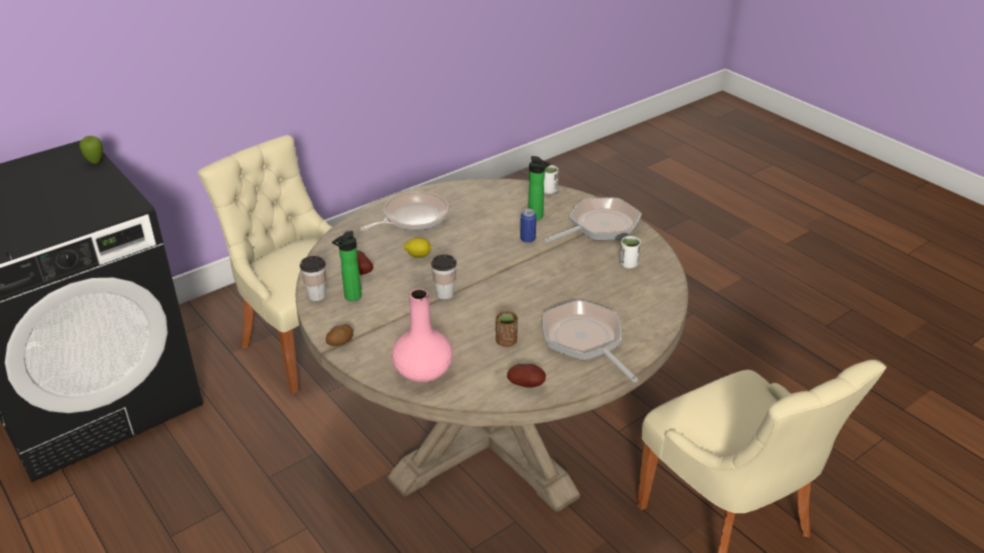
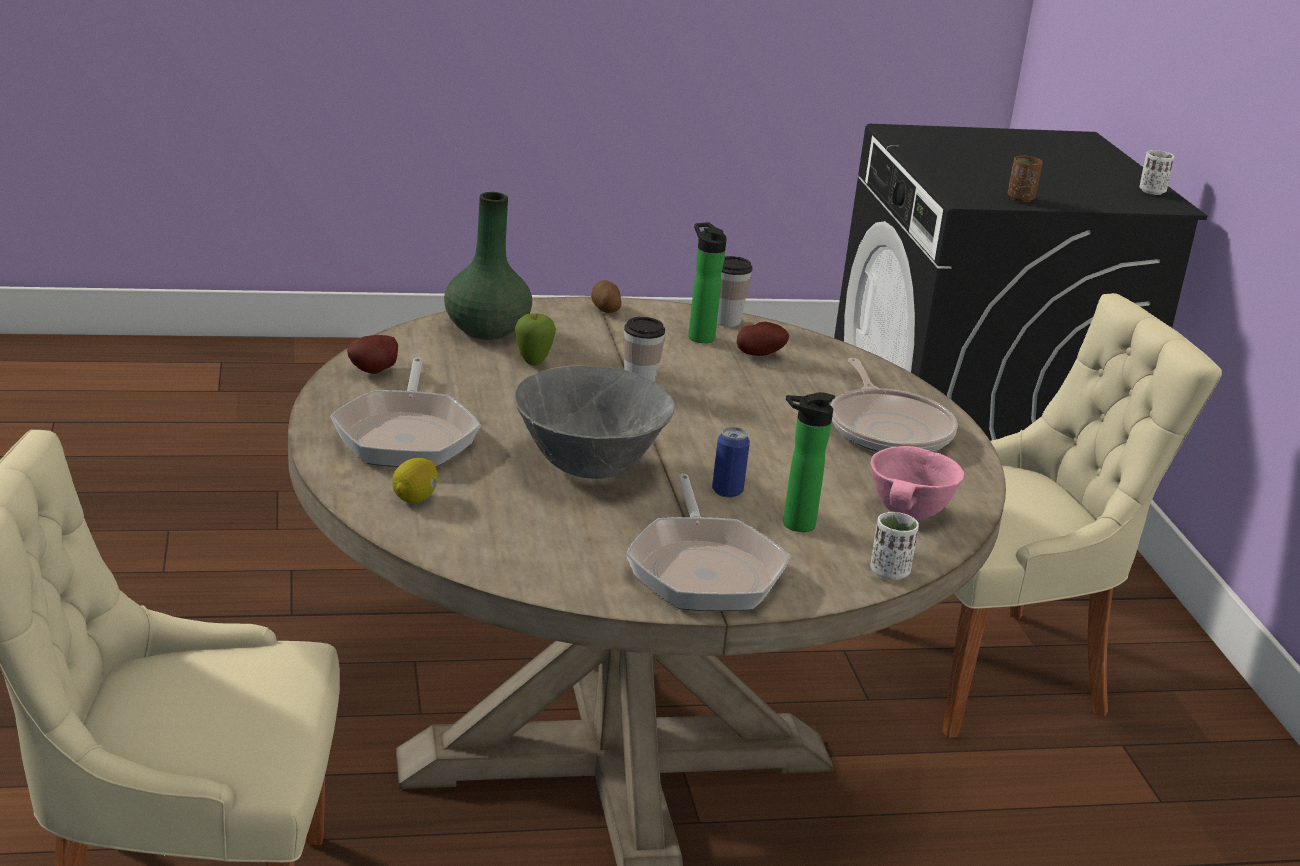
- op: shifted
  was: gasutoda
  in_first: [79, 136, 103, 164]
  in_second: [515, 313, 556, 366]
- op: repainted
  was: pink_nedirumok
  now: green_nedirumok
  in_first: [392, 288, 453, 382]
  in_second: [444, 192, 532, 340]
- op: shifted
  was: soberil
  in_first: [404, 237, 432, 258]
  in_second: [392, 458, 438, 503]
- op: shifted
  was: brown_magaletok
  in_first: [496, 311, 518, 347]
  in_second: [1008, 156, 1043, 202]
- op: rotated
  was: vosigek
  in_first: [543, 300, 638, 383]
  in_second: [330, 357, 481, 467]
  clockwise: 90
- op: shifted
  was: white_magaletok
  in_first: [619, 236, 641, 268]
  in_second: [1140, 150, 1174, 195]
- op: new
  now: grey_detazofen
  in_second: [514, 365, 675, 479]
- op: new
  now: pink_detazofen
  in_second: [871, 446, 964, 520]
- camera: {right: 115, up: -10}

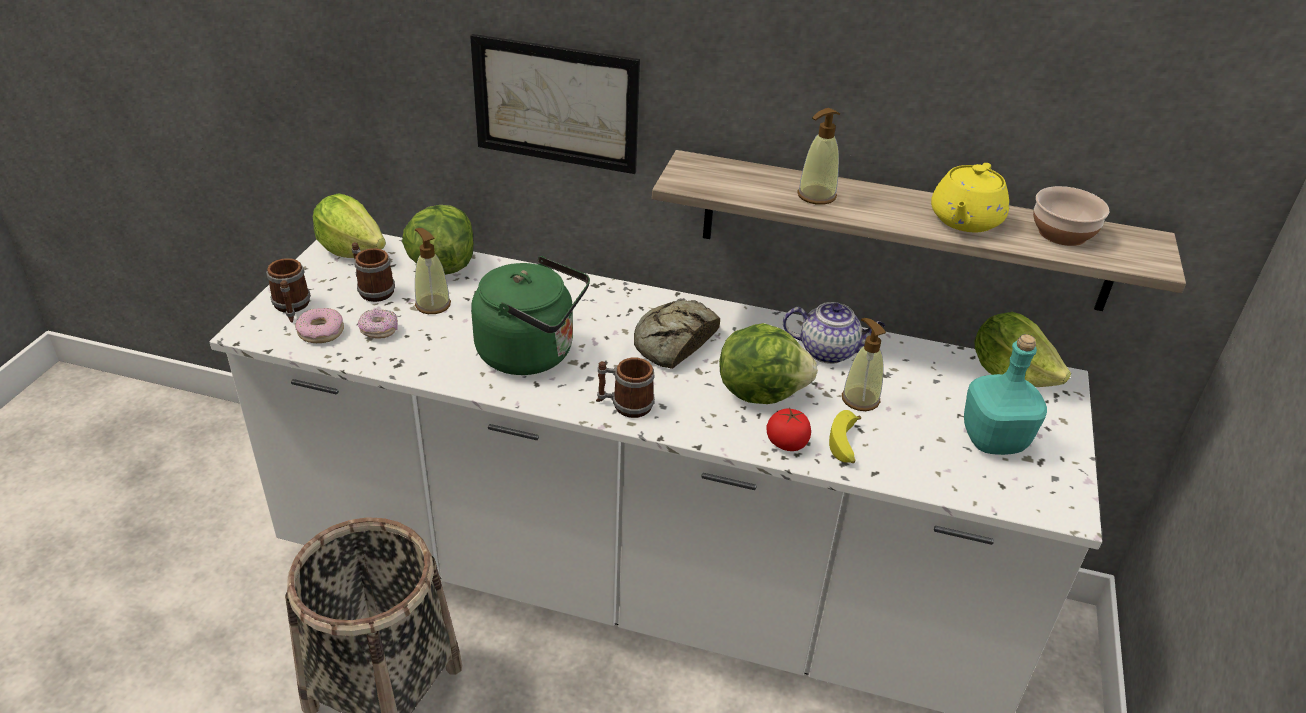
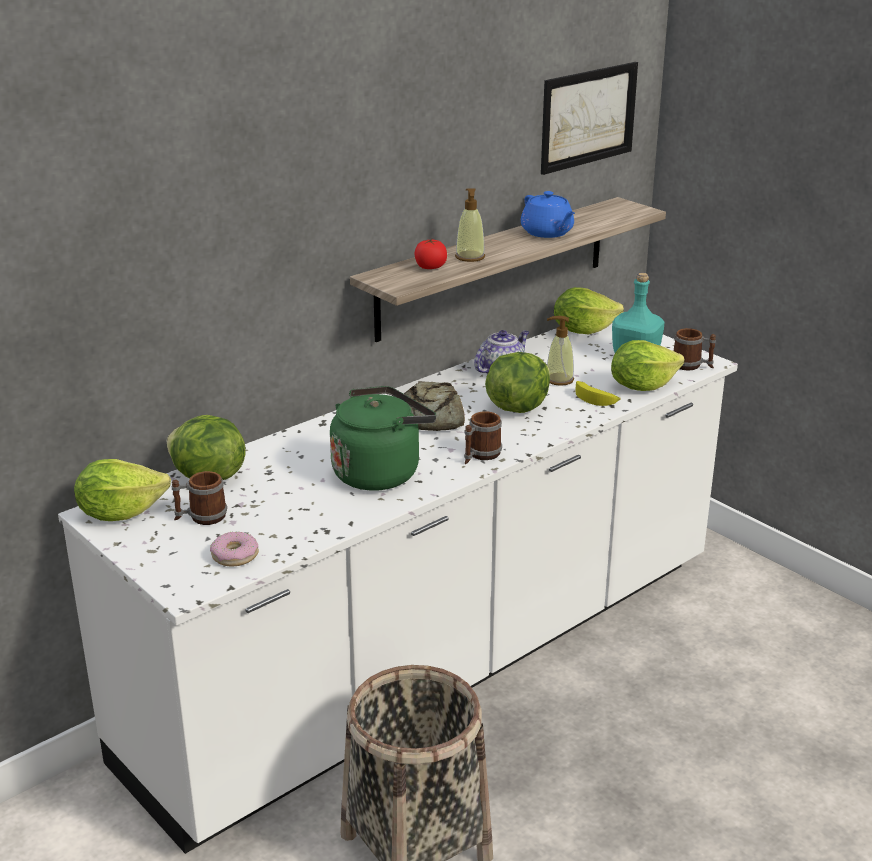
- op: shifted
  was: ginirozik
  in_first: [266, 258, 311, 323]
  in_second: [674, 328, 716, 370]
- op: gone
  was: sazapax
  in_first: [358, 309, 398, 338]
- op: gone
  was: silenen
  in_first: [415, 228, 451, 314]
- op: shifted
  was: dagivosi
  in_first: [470, 34, 640, 174]
  in_second: [541, 62, 638, 175]
- op: shifted
  was: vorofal
  in_first: [767, 408, 811, 451]
  in_second: [414, 239, 447, 269]
- op: repainted
  was: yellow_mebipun
  now: blue_mebipun
  in_first: [931, 163, 1009, 232]
  in_second: [521, 191, 575, 238]
- op: gone
  was: detazofen
  in_first: [1033, 186, 1110, 246]
- op: new
  now: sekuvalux
  in_second: [611, 340, 684, 391]
- camera: {right: -55, up: -10}

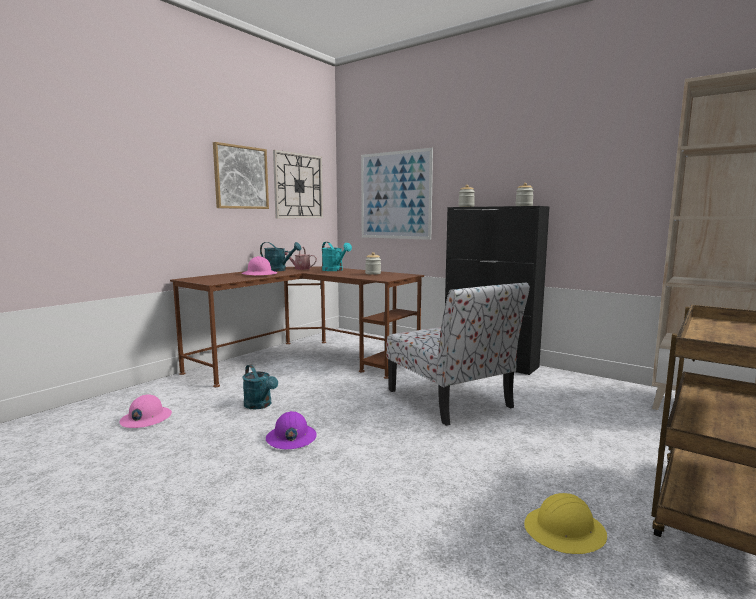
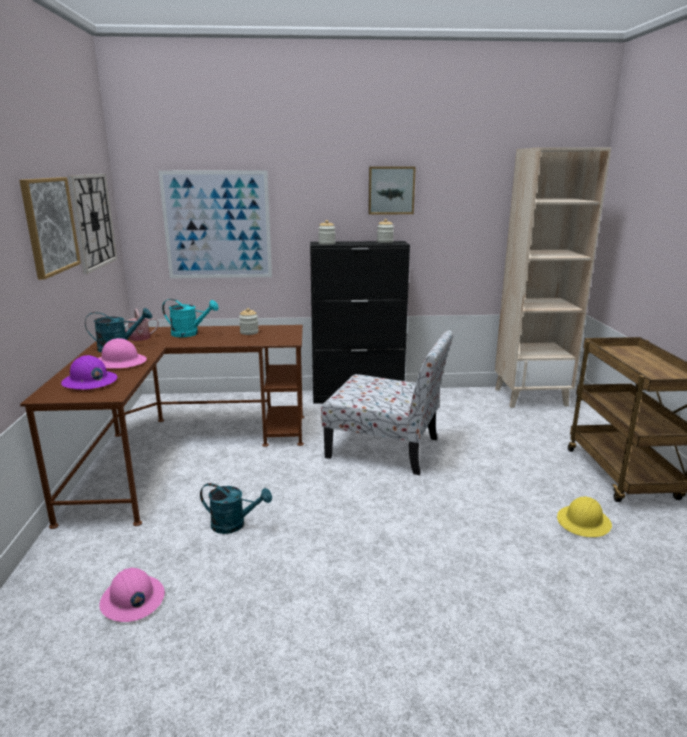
- op: shifted
  was: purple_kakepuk
  in_first: [266, 411, 317, 449]
  in_second: [61, 355, 118, 390]
- op: new
  now: dagivosi
  in_second: [368, 167, 416, 215]
- camera: {right: -40, up: 10}

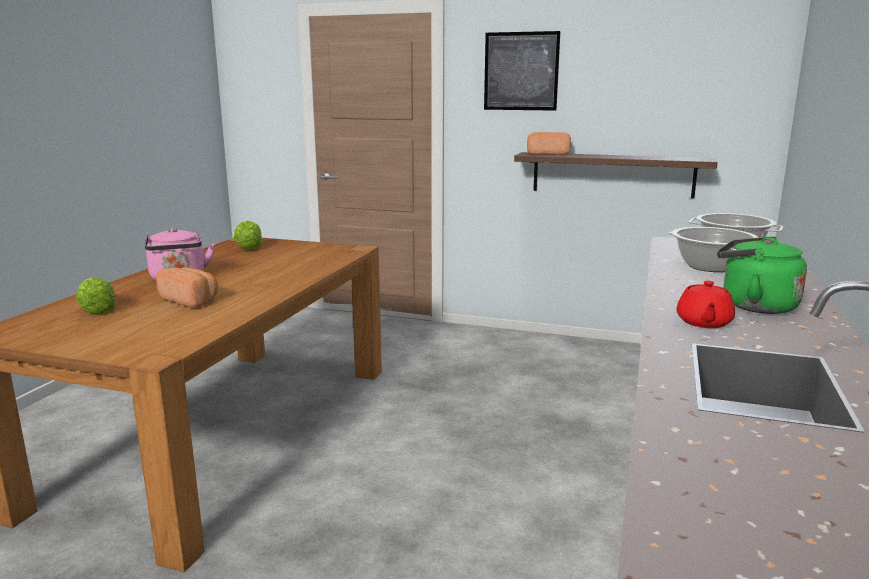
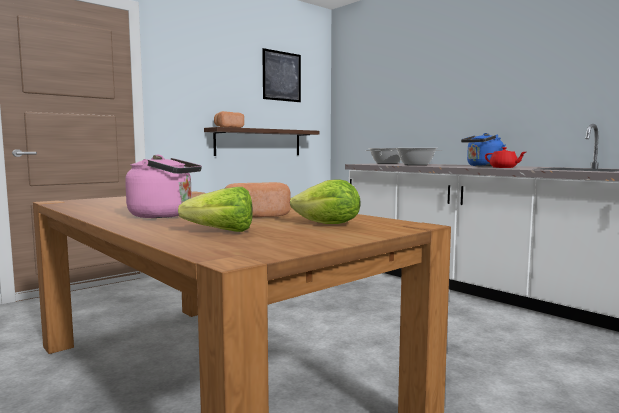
- op: shifted
  was: sekuvalux
  in_first: [234, 221, 263, 249]
  in_second: [290, 179, 361, 224]
- op: shifted
  was: dagivosi
  in_first: [484, 31, 561, 111]
  in_second: [262, 48, 301, 102]
- op: repainted
  was: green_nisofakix
  now: blue_nisofakix
  in_first: [717, 236, 807, 314]
  in_second: [461, 133, 505, 167]
- camera: {right: -60, up: -10}

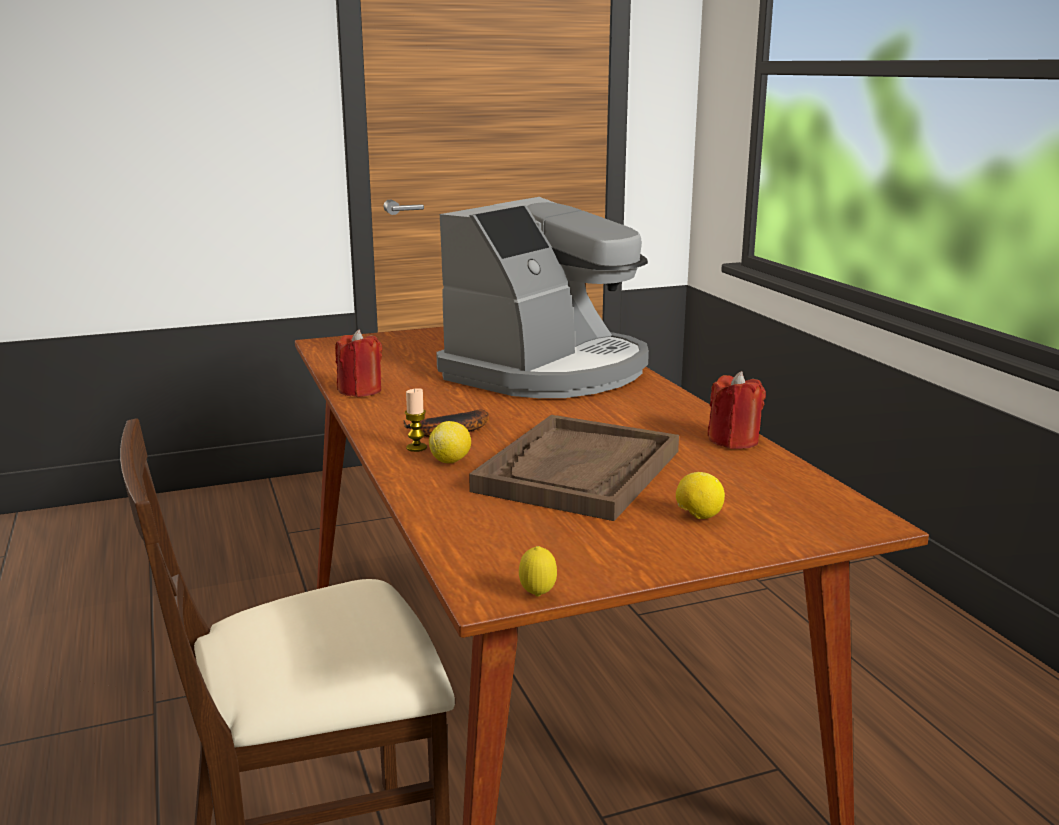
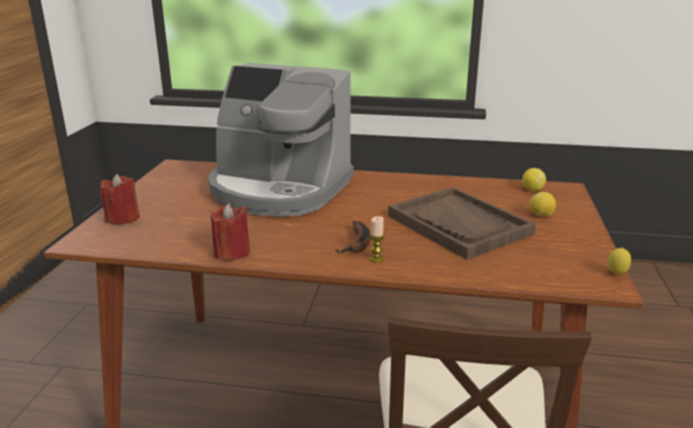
- op: shifted
  was: soberil
  in_first: [429, 421, 471, 463]
  in_second: [522, 168, 546, 191]
- op: rotated
  was: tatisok
  in_first: [436, 197, 649, 398]
  in_second: [208, 63, 354, 217]
  clockwise: 135
- op: shifted
  was: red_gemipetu
  in_first: [707, 371, 766, 449]
  in_second: [100, 174, 140, 225]
- camera: {right: -60, up: 5}

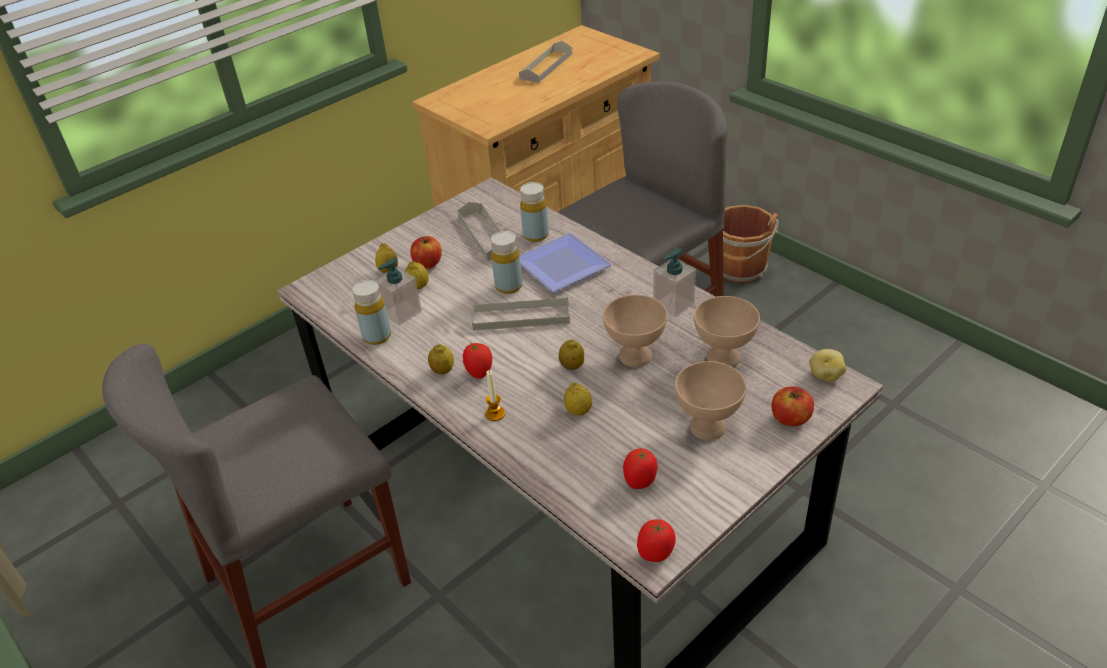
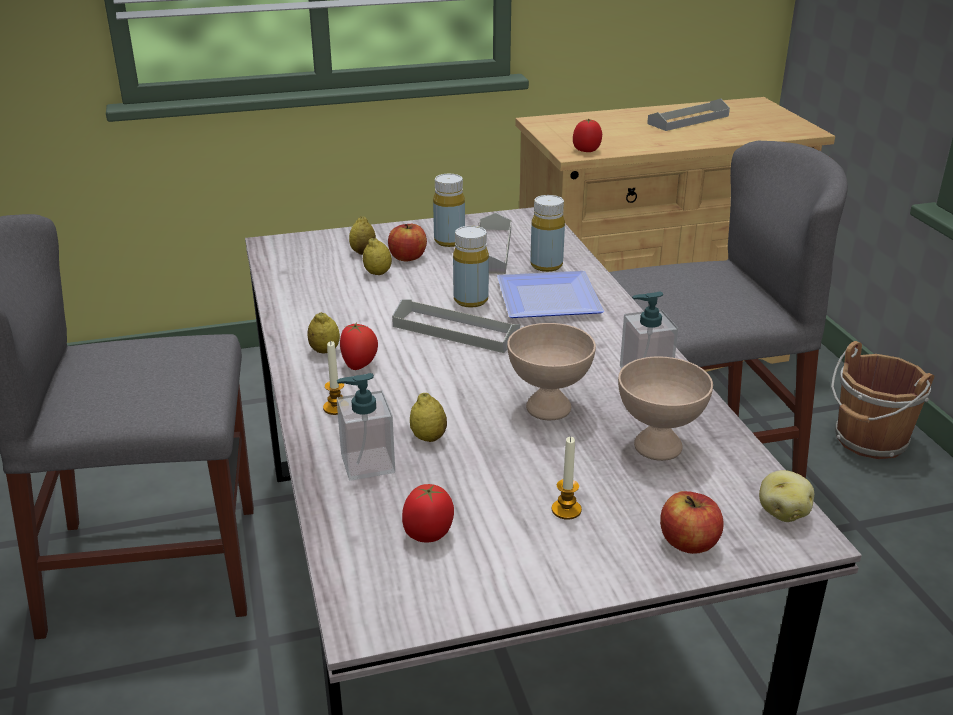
- op: shifted
  was: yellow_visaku
  in_first: [352, 280, 391, 345]
  in_second: [433, 174, 465, 247]
- op: shifted
  was: silenen
  in_first: [374, 257, 422, 325]
  in_second: [337, 373, 395, 481]
- op: gone
  was: soberil
  in_first: [559, 339, 584, 370]
- op: shifted
  was: vorofal
  in_first: [637, 519, 676, 562]
  in_second: [573, 119, 602, 152]
- op: swapped
  was: beige_detazofen
  now: gemipetu
  in_first: [675, 361, 746, 440]
  in_second: [552, 437, 582, 520]
- camera: {right: 25, up: -10}

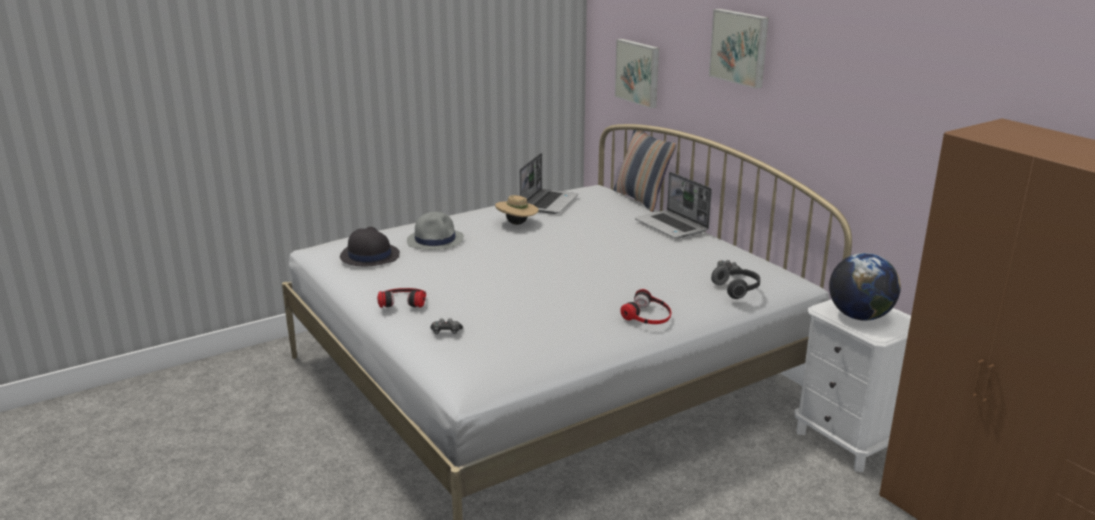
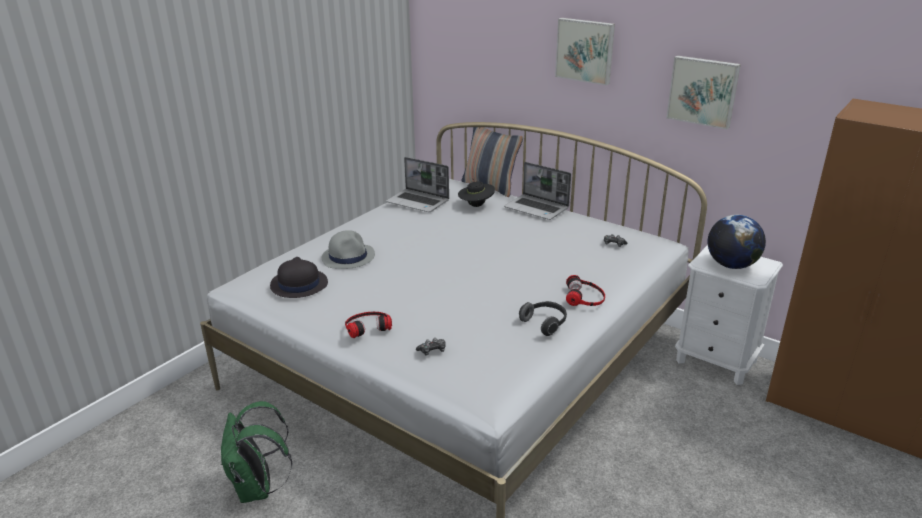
- op: gone
  was: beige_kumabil
  in_first: [495, 195, 539, 225]
- op: rotated
  was: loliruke
  in_first: [520, 153, 579, 214]
  in_second: [386, 157, 449, 212]
  clockwise: 120
- op: shifted
  was: dagivosi
  in_first: [615, 39, 659, 108]
  in_second: [666, 56, 741, 129]
- op: shifted
  was: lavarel
  in_first: [711, 265, 760, 299]
  in_second: [519, 301, 567, 336]
- op: new
  now: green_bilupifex
  in_second: [221, 401, 292, 503]
- op: new
  now: black_kumabil
  in_second: [458, 179, 495, 207]
- camera: {right: -20, up: 5}

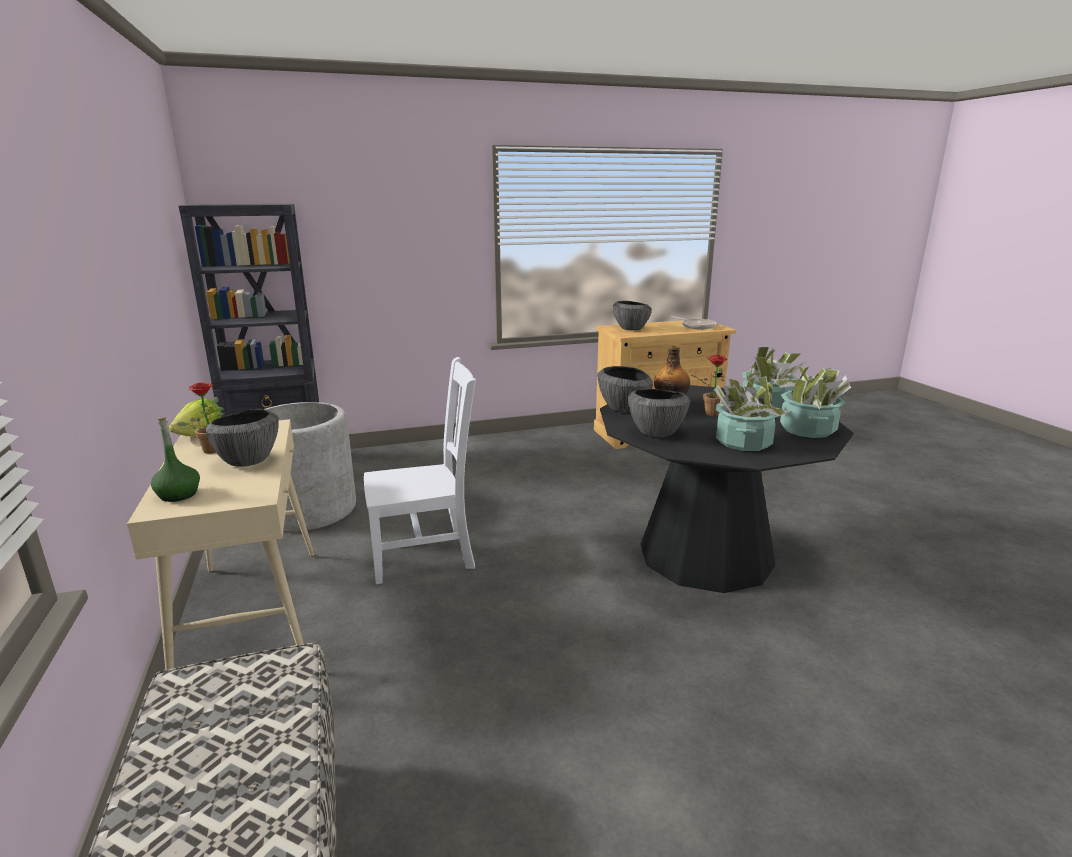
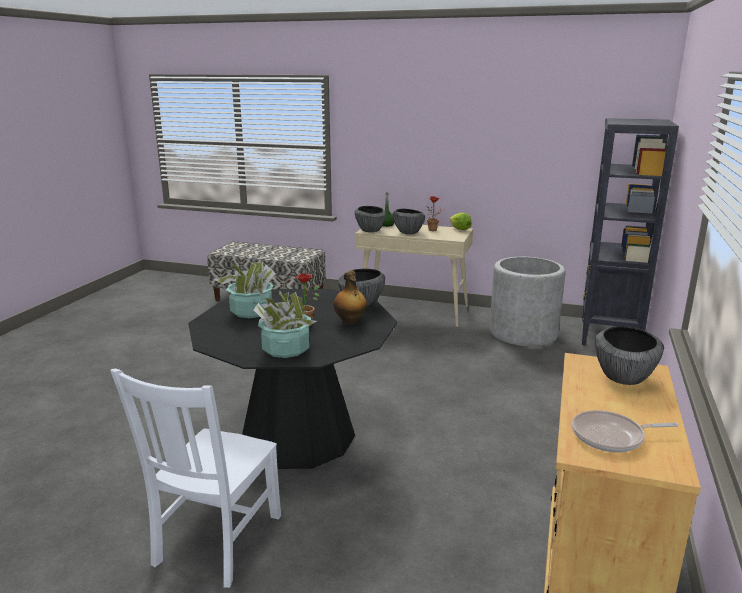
- op: shifted
  was: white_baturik
  in_first: [364, 357, 476, 584]
  in_second: [110, 369, 281, 588]
- op: shifted
  was: detazofen
  in_first: [628, 389, 691, 437]
  in_second: [355, 206, 386, 232]
- op: gone
  was: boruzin
  in_first: [771, 365, 851, 438]
- camera: {right: 125, up: 0}

